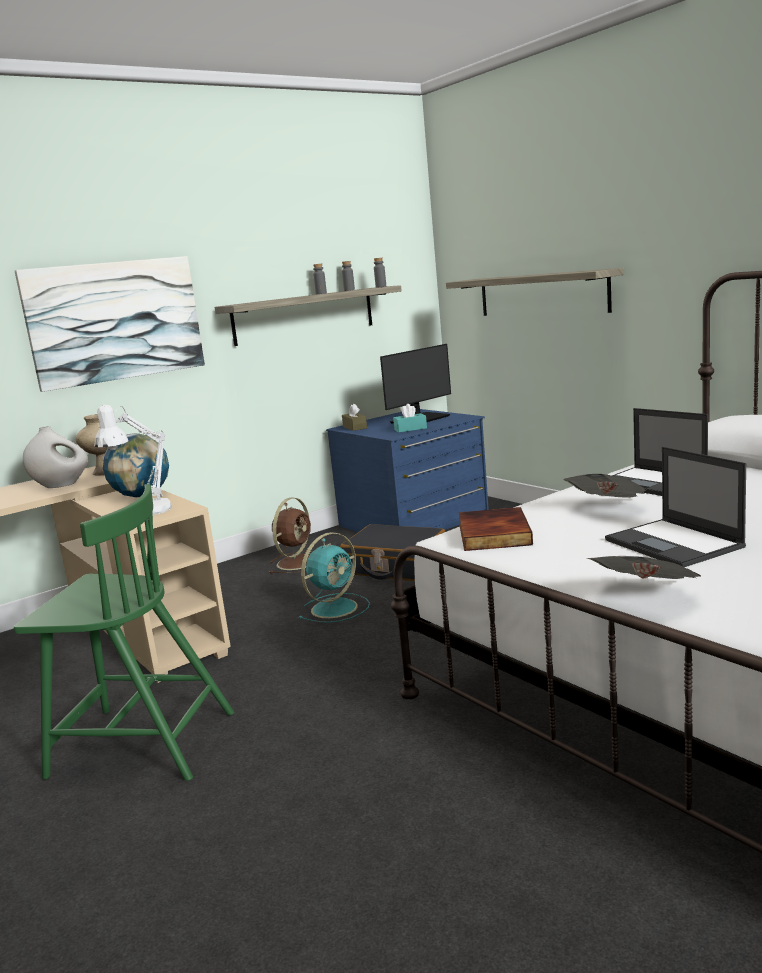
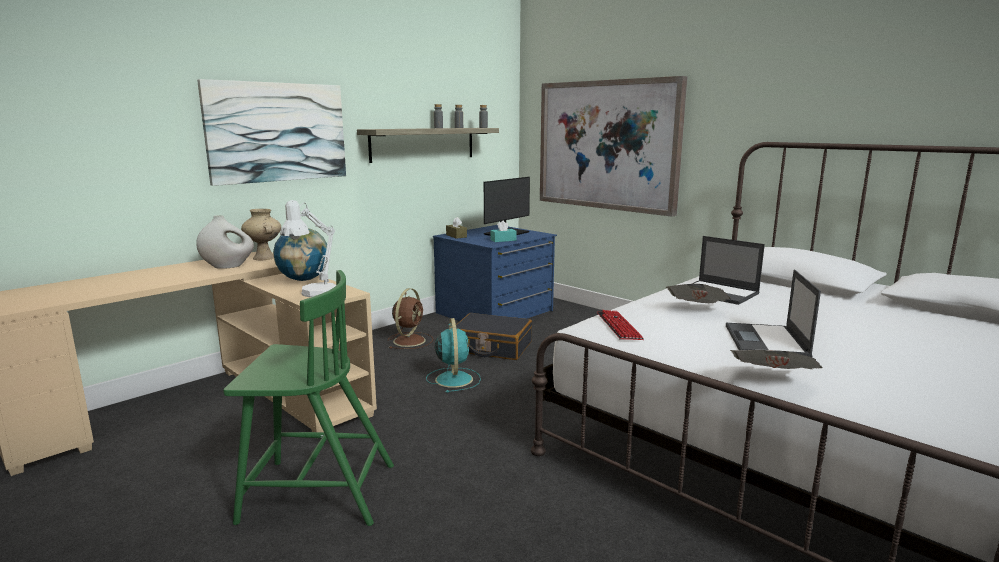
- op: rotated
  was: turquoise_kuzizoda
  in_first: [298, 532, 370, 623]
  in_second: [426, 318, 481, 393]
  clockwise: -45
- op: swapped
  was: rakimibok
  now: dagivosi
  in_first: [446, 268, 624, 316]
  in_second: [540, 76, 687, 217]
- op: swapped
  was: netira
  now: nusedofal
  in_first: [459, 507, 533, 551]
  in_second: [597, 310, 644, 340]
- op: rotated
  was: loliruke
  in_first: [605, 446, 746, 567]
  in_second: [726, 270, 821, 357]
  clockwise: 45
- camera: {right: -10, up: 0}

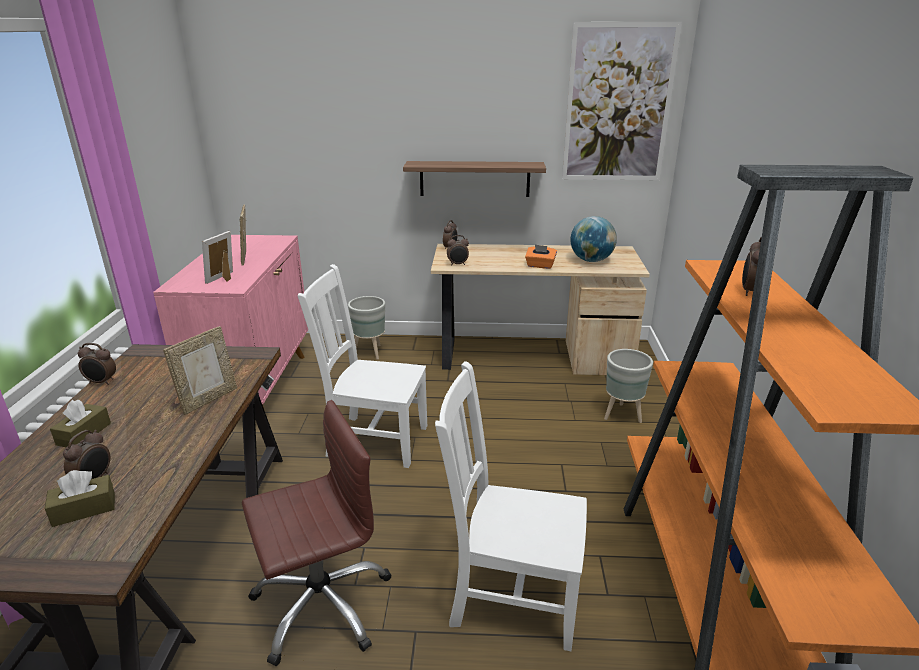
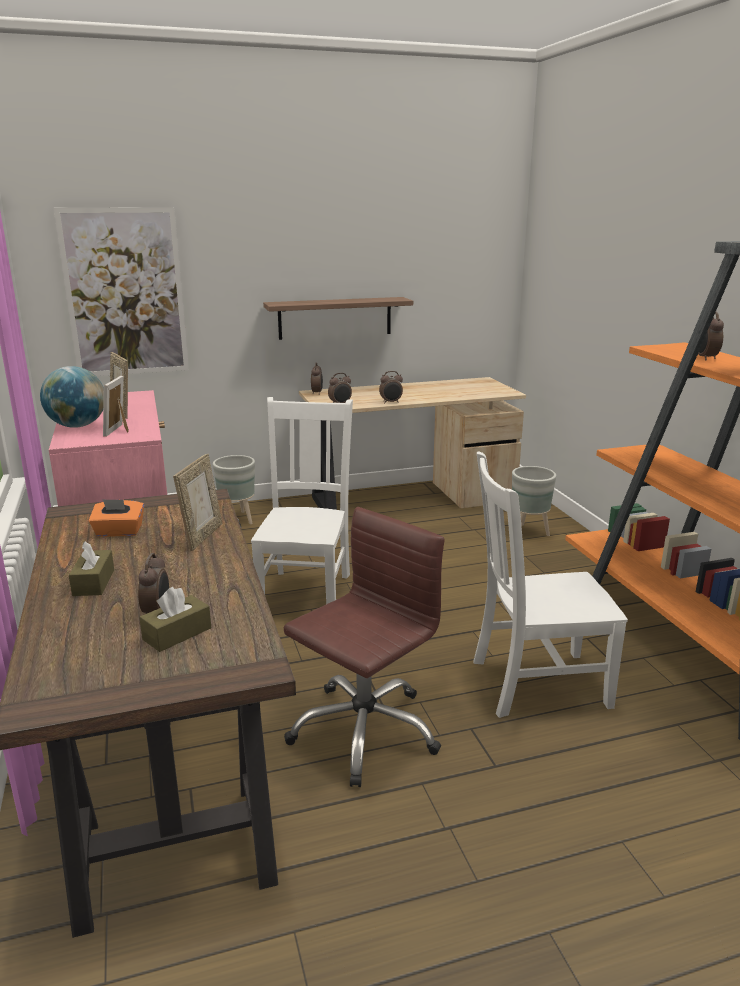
- op: shifted
  was: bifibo
  in_first: [78, 343, 116, 385]
  in_second: [379, 371, 403, 403]
- op: rotated
  was: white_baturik
  in_first: [298, 264, 427, 468]
  in_second: [251, 397, 353, 604]
  clockwise: 105
- op: shifted
  was: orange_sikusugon
  in_first: [525, 245, 557, 269]
  in_second: [89, 499, 144, 537]
- op: shifted
  was: dagivosi
  in_first: [562, 22, 682, 180]
  in_second: [54, 207, 189, 376]
- op: shifted
  was: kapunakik
  in_first: [570, 216, 617, 262]
  in_second: [40, 366, 104, 428]
- camera: {right: -20, up: -5}

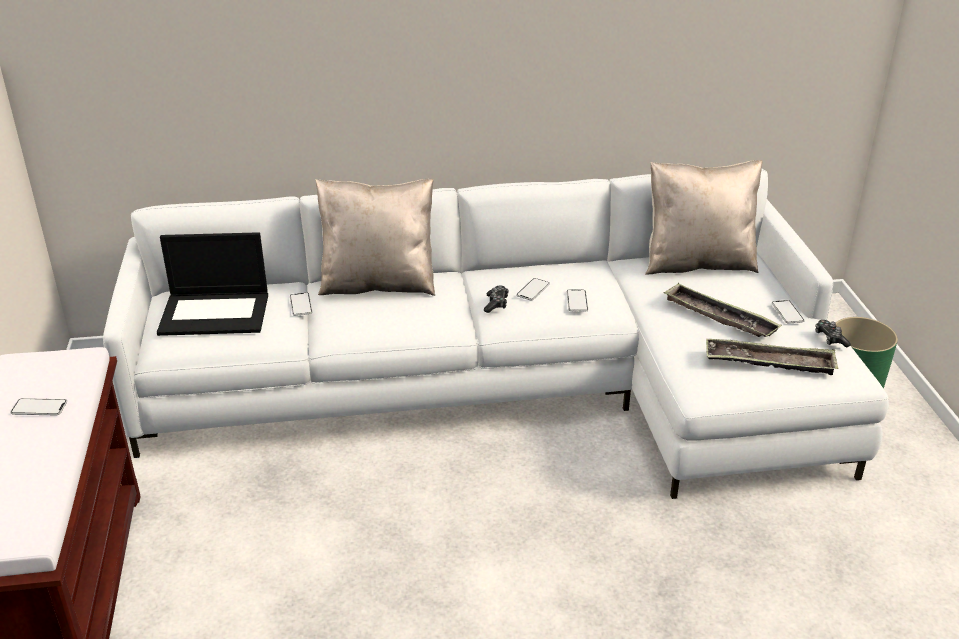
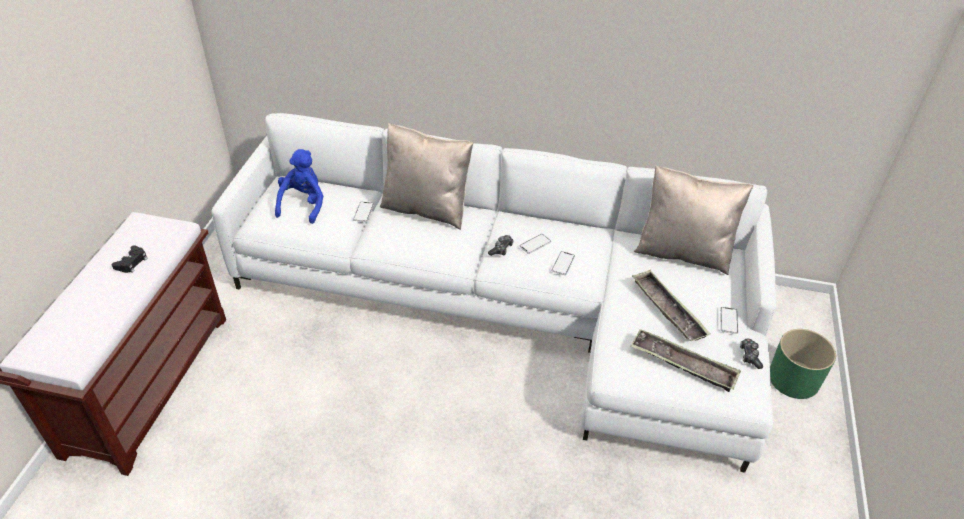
- op: swapped
  was: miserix
  now: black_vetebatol
  in_first: [10, 398, 67, 415]
  in_second: [112, 245, 148, 273]
- op: swapped
  was: loliruke
  now: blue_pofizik
  in_first: [157, 232, 268, 336]
  in_second: [275, 149, 323, 224]
- camera: {right: 20, up: 10}

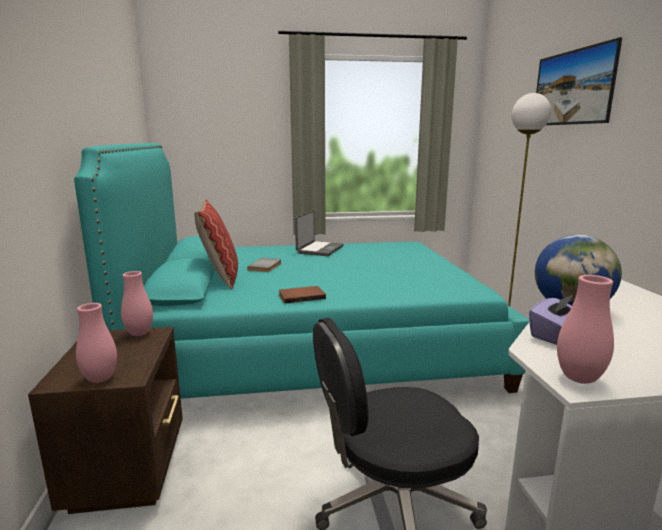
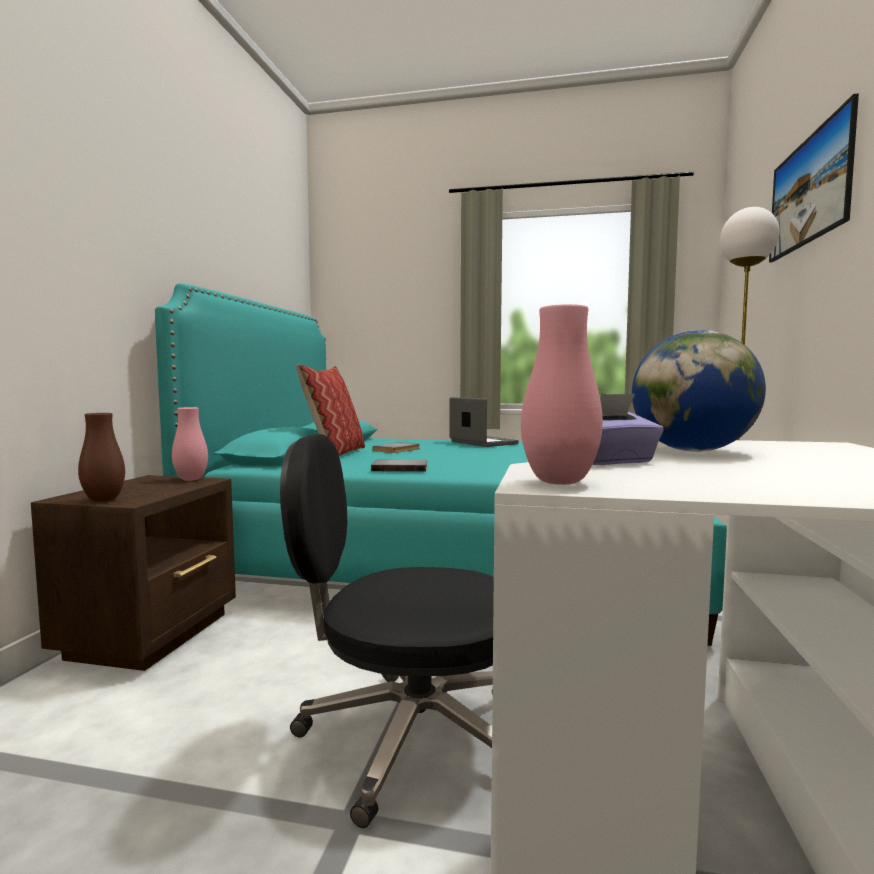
- op: repainted
  was: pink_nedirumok
  now: brown_nedirumok
  in_first: [76, 303, 117, 383]
  in_second: [78, 413, 125, 502]
- op: repainted
  was: brown_netira
  now: grey_netira
  in_first: [279, 286, 326, 304]
  in_second: [371, 460, 428, 472]
- op: rotated
  was: loliruke
  in_first: [295, 211, 344, 256]
  in_second: [450, 397, 519, 447]
  clockwise: -75
- camera: {right: 20, up: -10}

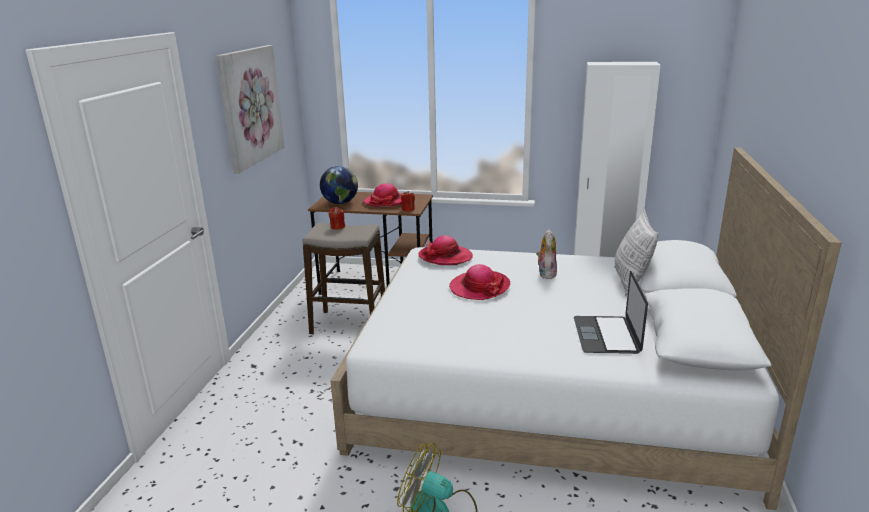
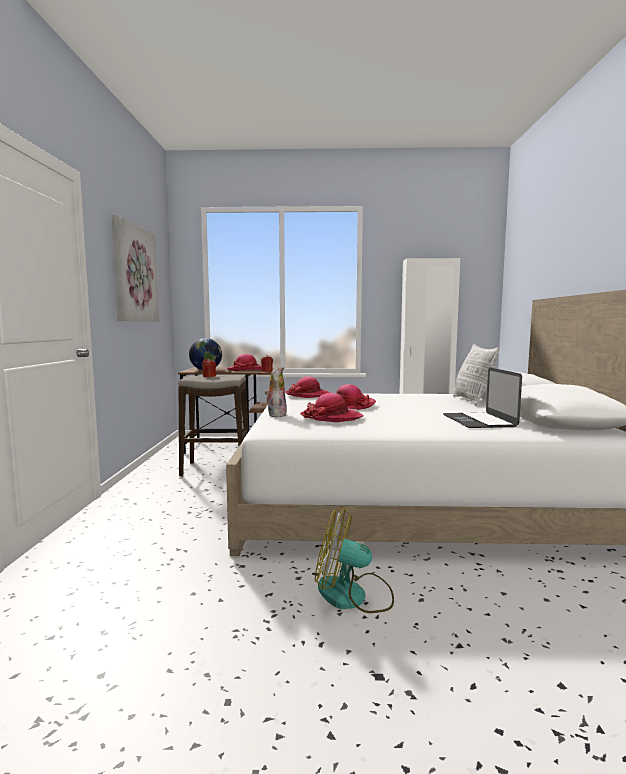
- op: shifted
  was: pofizik
  in_first: [536, 229, 557, 279]
  in_second: [265, 367, 287, 417]
- op: new
  now: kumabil
  in_second: [300, 393, 364, 422]
- camera: {right: -10, up: -15}

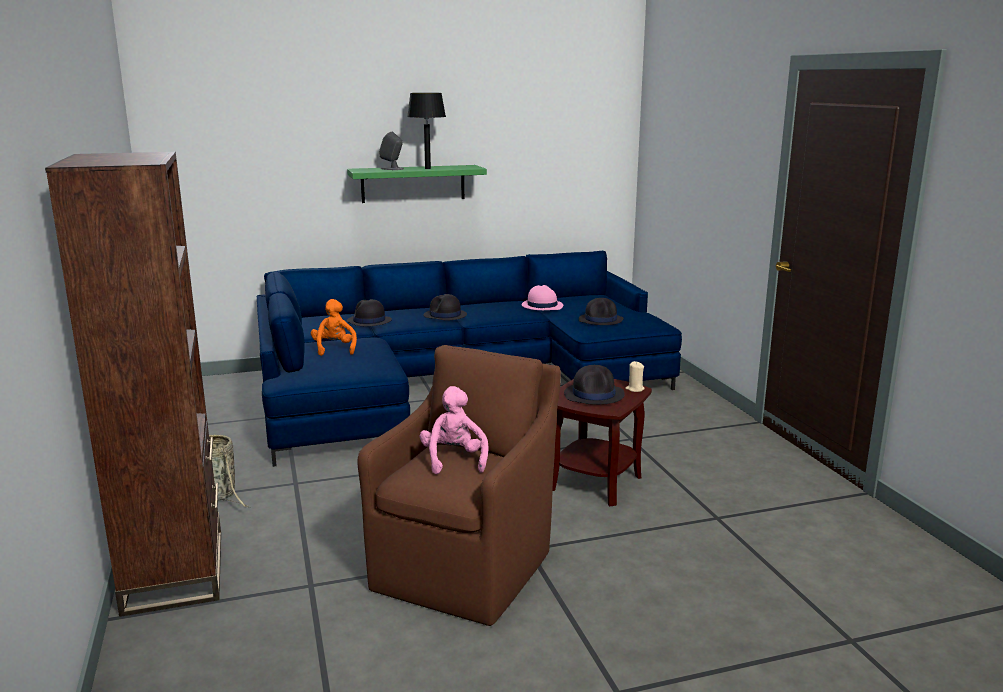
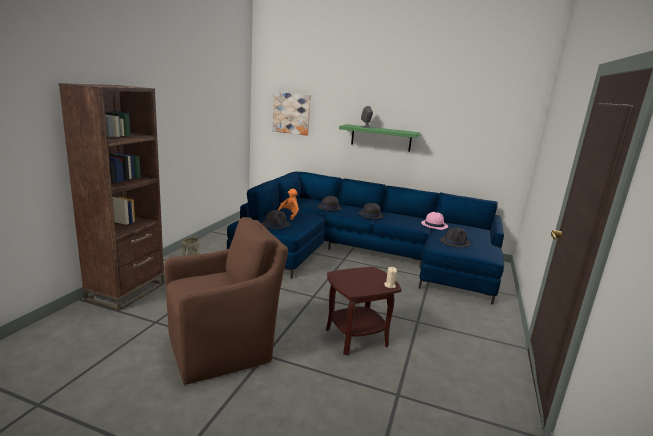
- op: gone
  was: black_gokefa
  in_first: [407, 93, 446, 169]
- op: gone
  was: pink_pofizik
  in_first: [420, 386, 489, 474]
- op: shifted
  was: black_kumabil
  in_first: [564, 365, 625, 405]
  in_second: [261, 210, 290, 229]
- op: new
  now: dagivosi
  in_second: [272, 92, 311, 136]
- camera: {right: 35, up: 0}

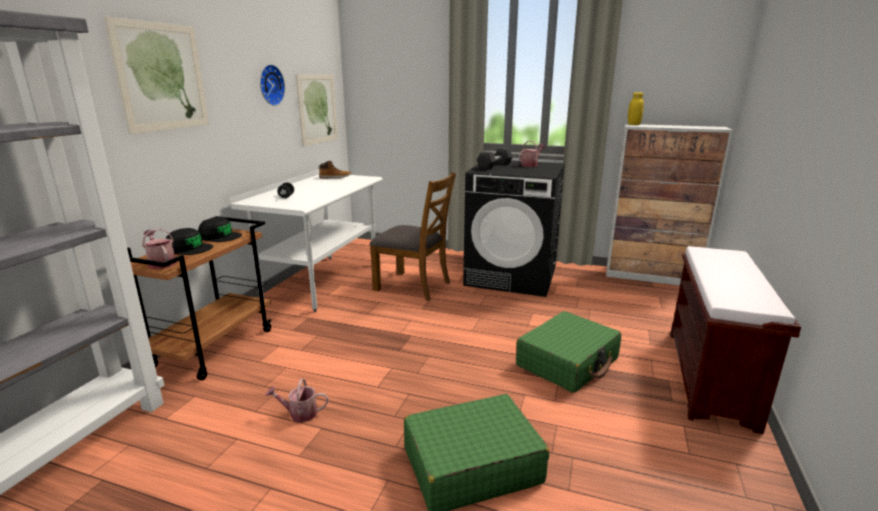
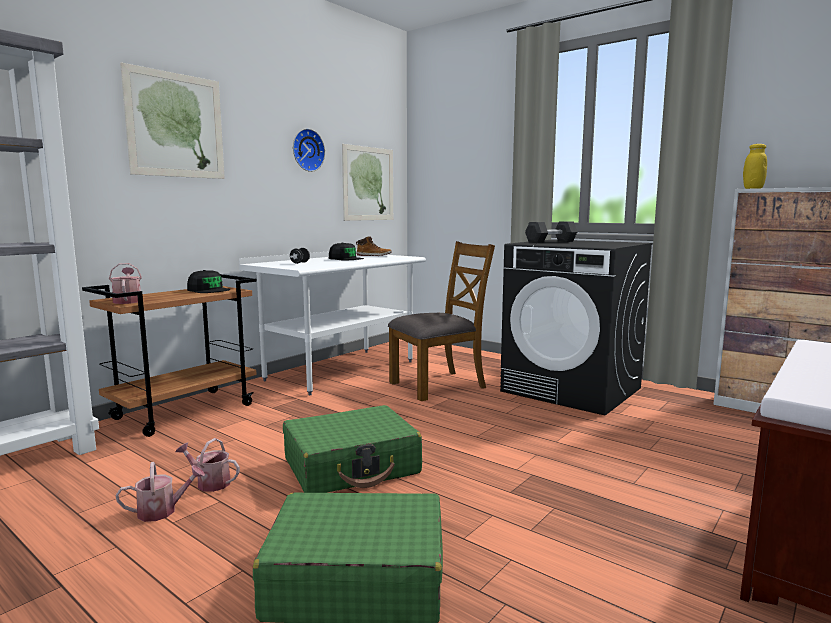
- op: shifted
  was: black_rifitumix
  in_first: [166, 228, 213, 255]
  in_second: [329, 242, 364, 261]
- op: rotated
  was: brown_baturik
  in_first: [369, 172, 456, 301]
  in_second: [388, 241, 495, 401]
  clockwise: -75
- op: shifted
  was: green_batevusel
  in_first: [516, 311, 621, 393]
  in_second: [283, 405, 422, 493]
- op: shifted
  was: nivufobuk
  in_first: [519, 141, 545, 167]
  in_second: [116, 462, 205, 522]
- camera: {right: 20, up: -10}

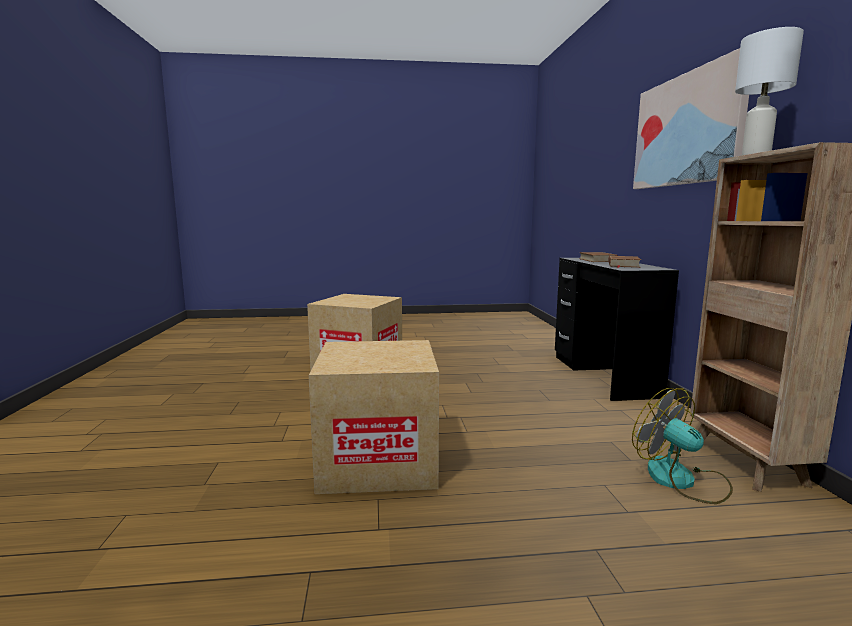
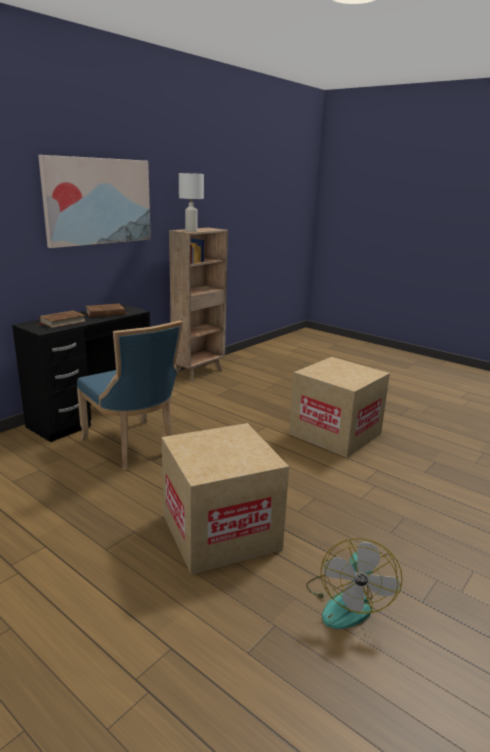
- op: shifted
  was: kuzizoda
  in_first: [632, 388, 733, 504]
  in_second: [306, 538, 402, 629]
- op: new
  now: blue_baturik
  in_second: [77, 320, 183, 470]
- camera: {right: -135, up: 10}

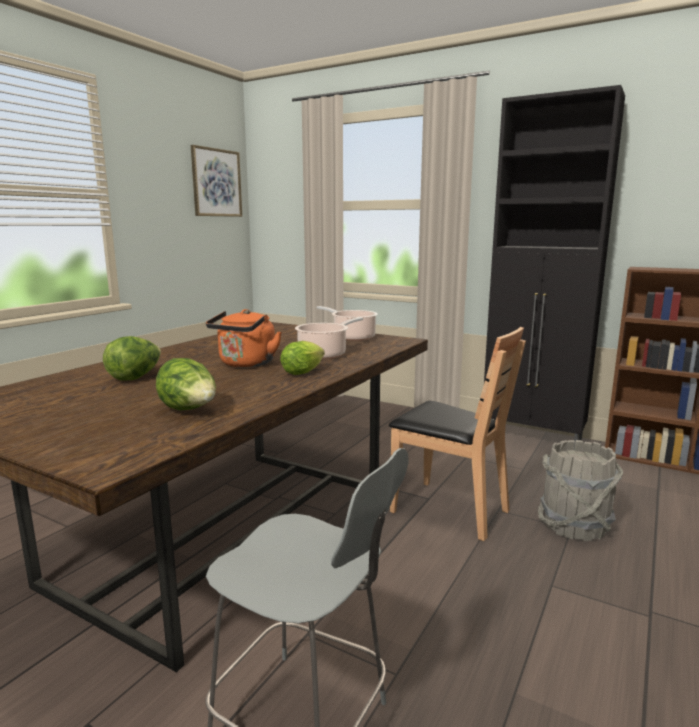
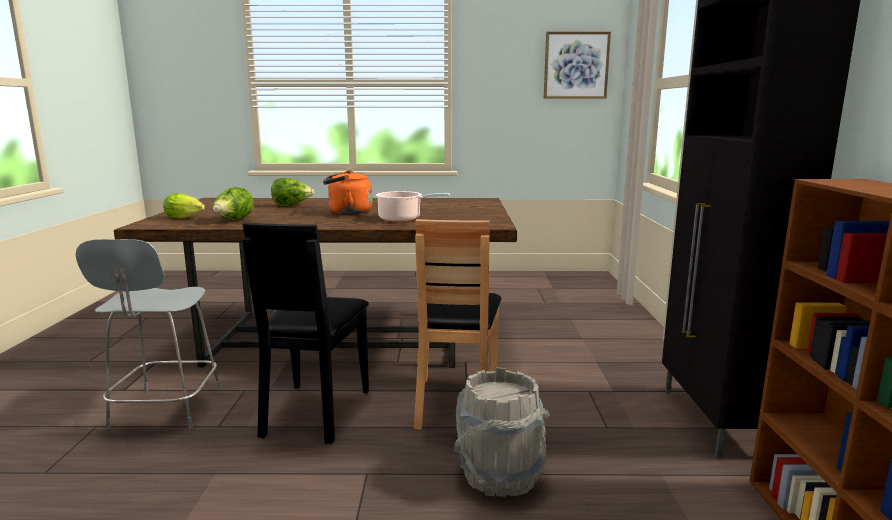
- op: shifted
  was: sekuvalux
  in_first: [280, 341, 325, 375]
  in_second: [163, 193, 205, 219]
- op: gone
  was: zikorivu
  in_first: [317, 306, 378, 341]
- op: new
  now: black_baturik
  in_second: [242, 222, 369, 444]
- camera: {right: 60, up: 0}

